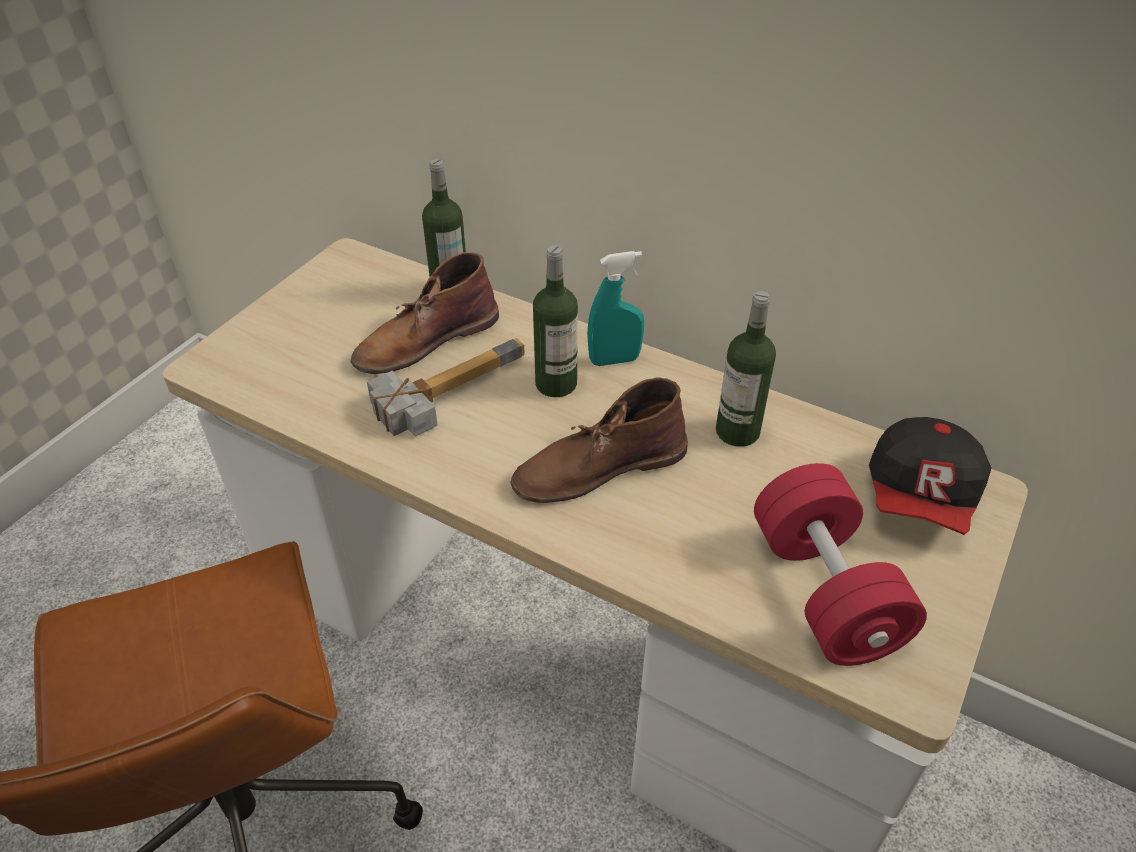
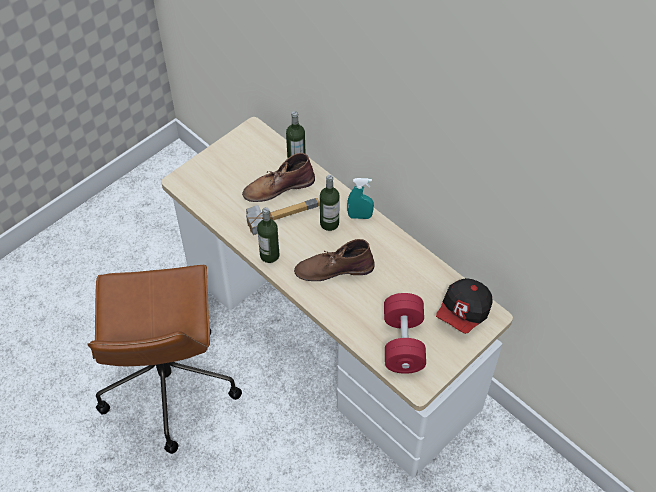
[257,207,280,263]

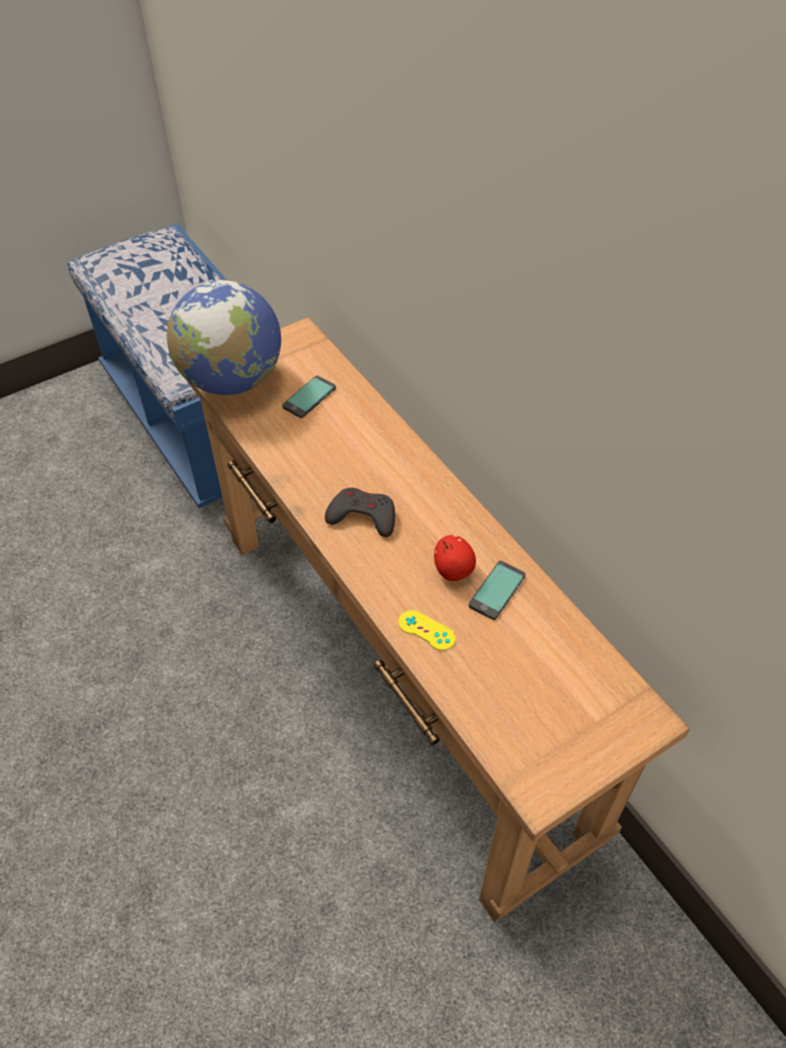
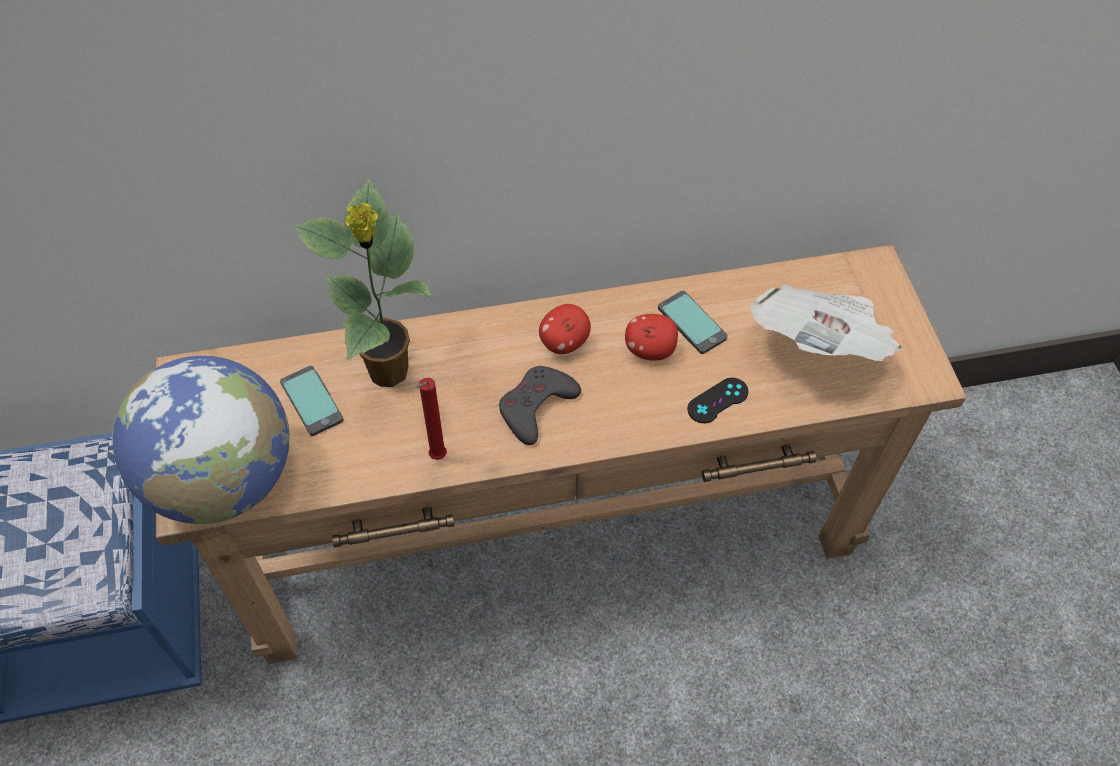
[293,178,434,387]
[416,377,447,460]
[539,304,591,354]
[750,283,902,361]
[687,378,749,423]

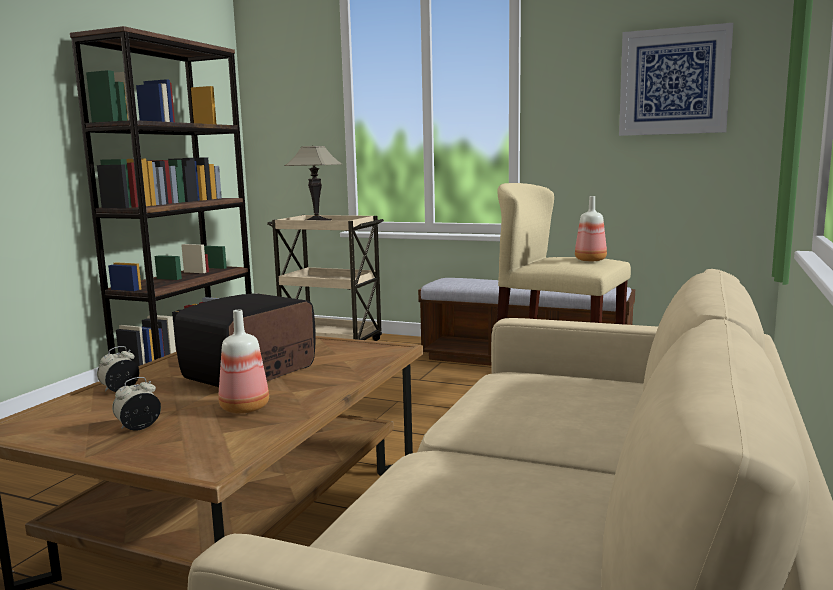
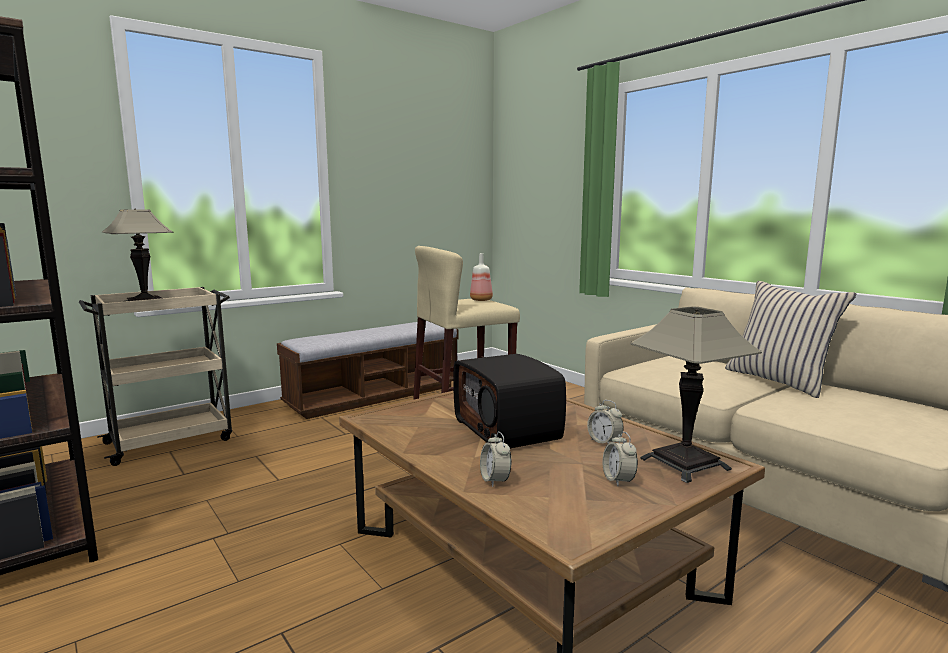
[619,23,733,136] (first image)
[631,306,762,483]
[725,281,857,398]
[587,400,624,443]

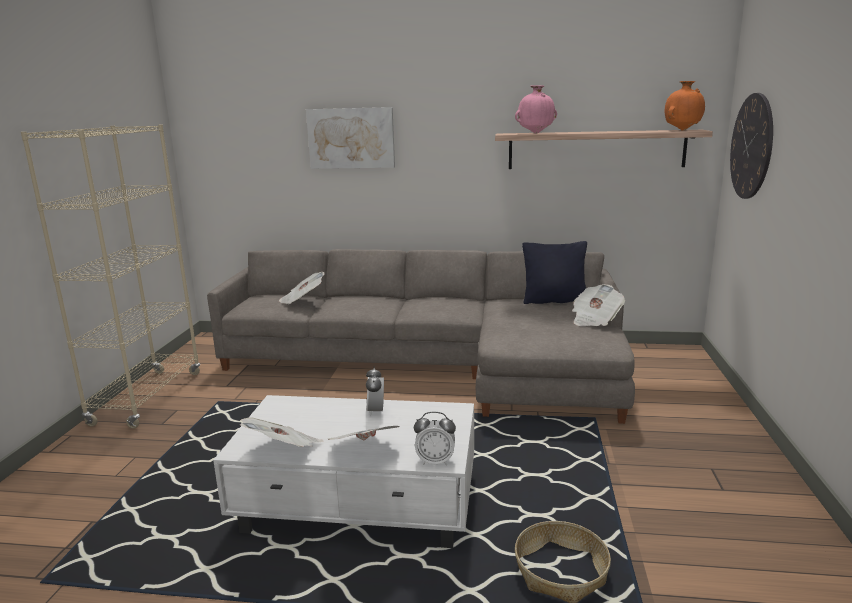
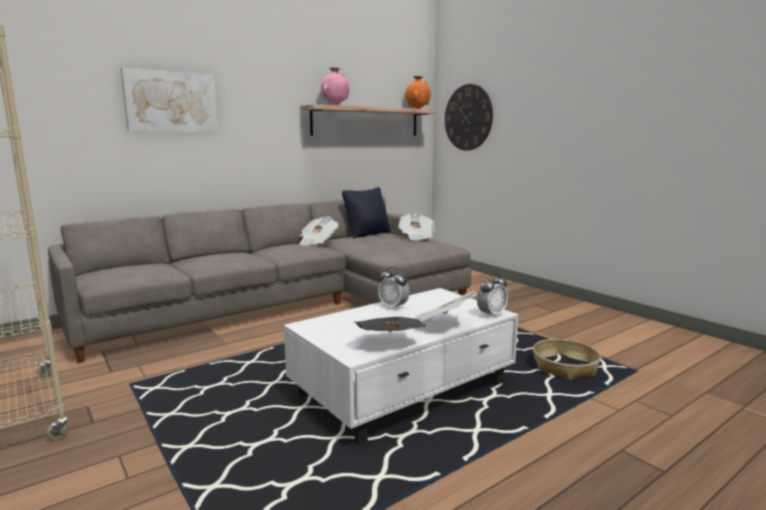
[299,216,338,245]

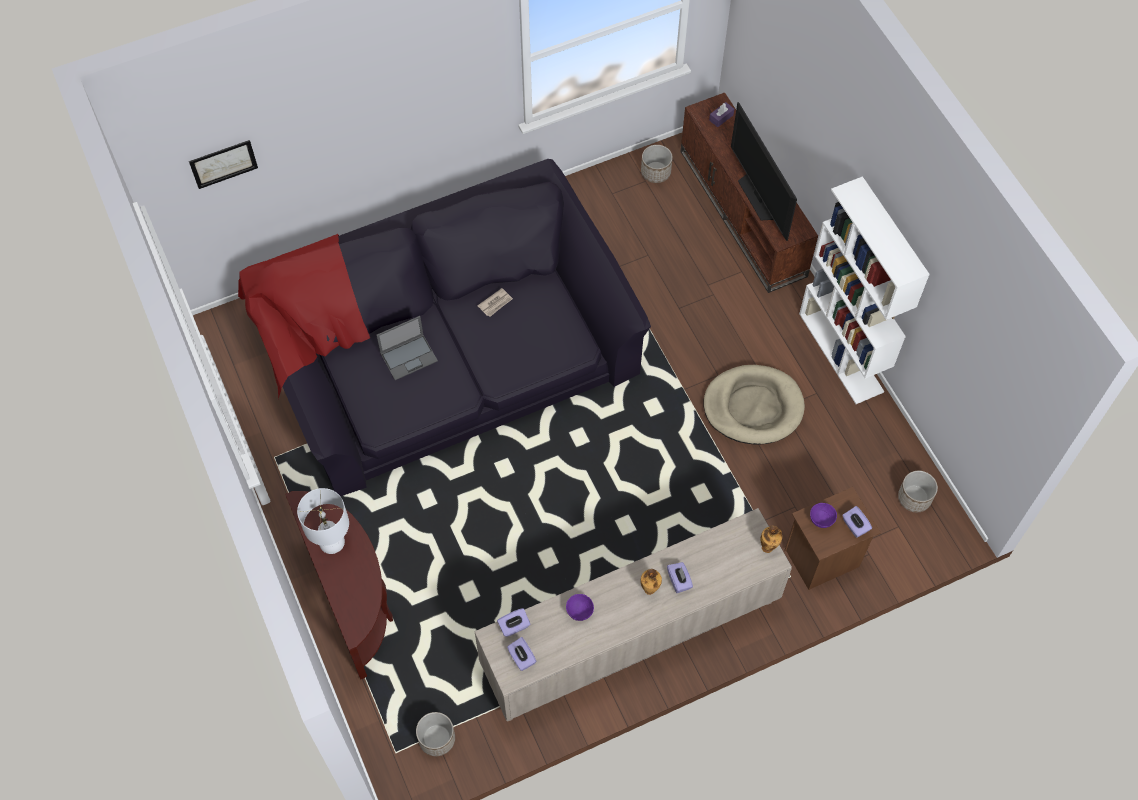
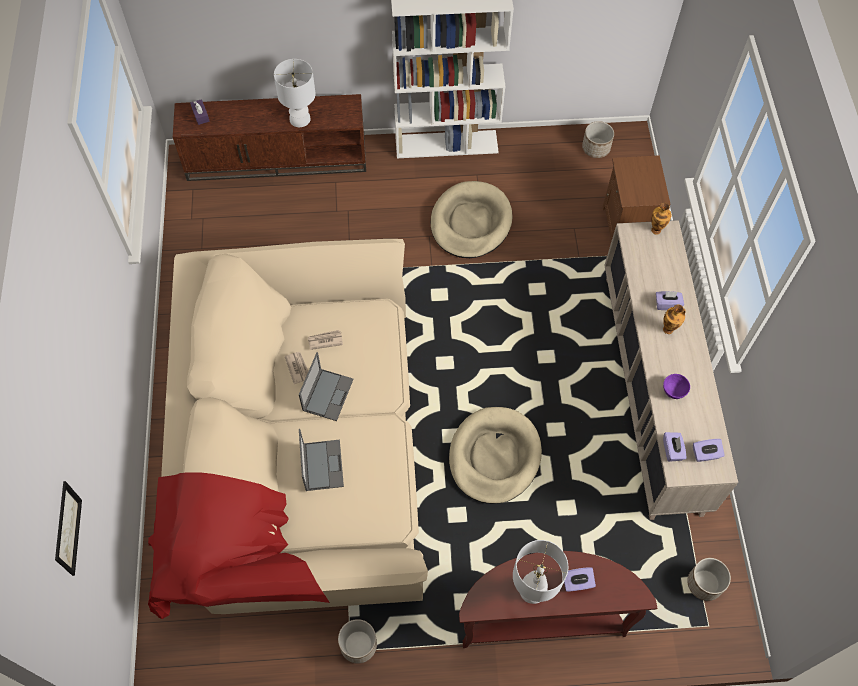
[810,503,837,528] (first image)
[299,352,354,421]
[308,330,343,350]
[449,407,542,504]
[338,619,377,664]
[564,567,596,592]
[274,59,316,127]
[148,239,428,619]

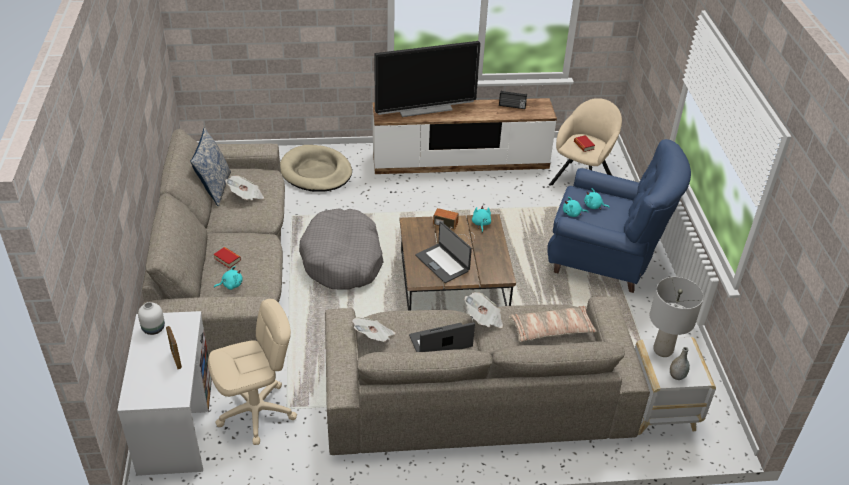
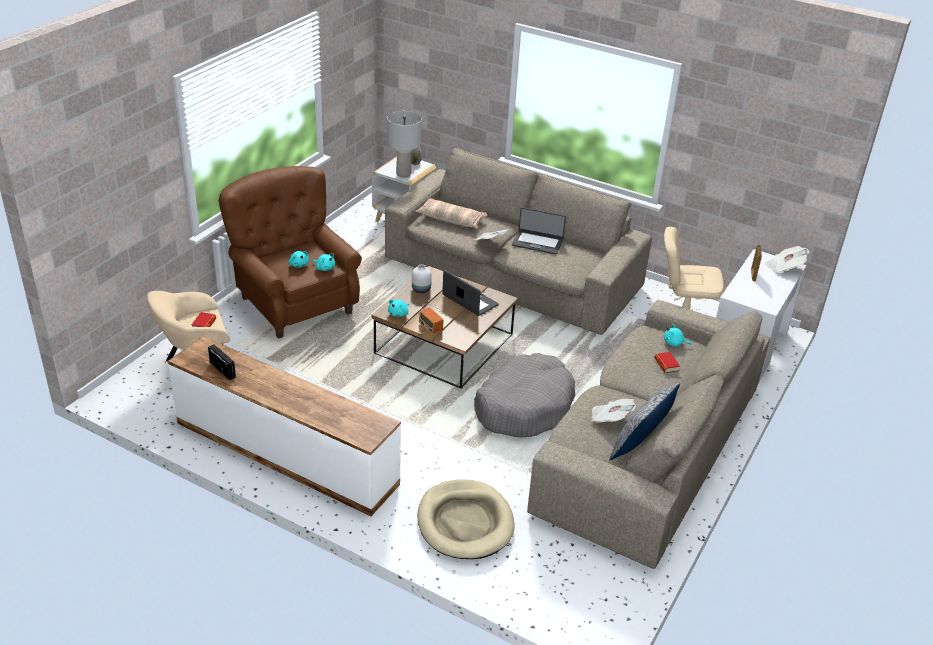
[374,41,481,117] (first image)
[412,264,432,293]
[765,246,810,273]
[219,166,362,338]
[442,270,499,316]

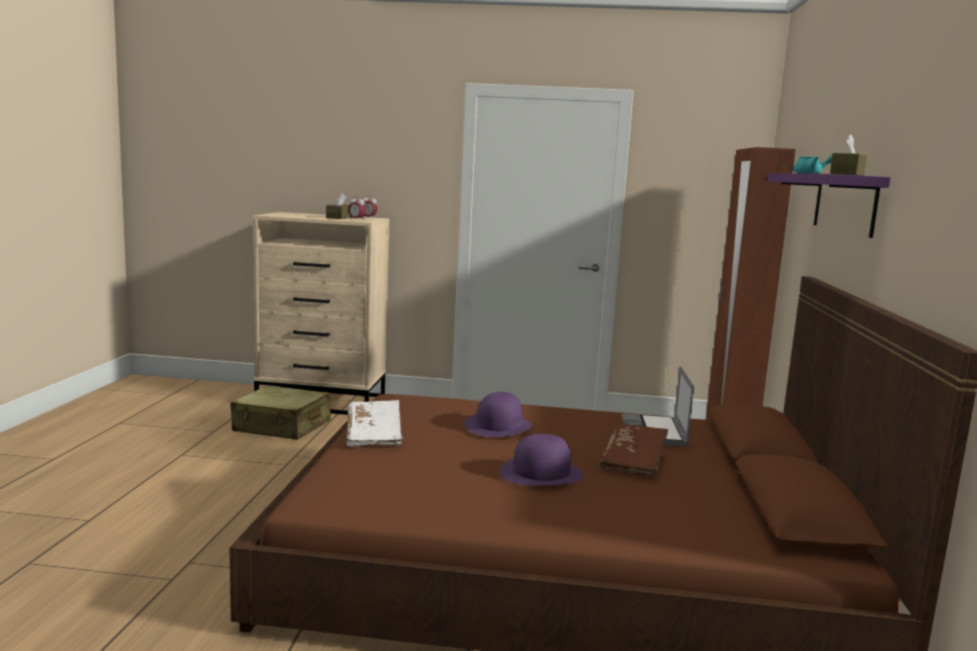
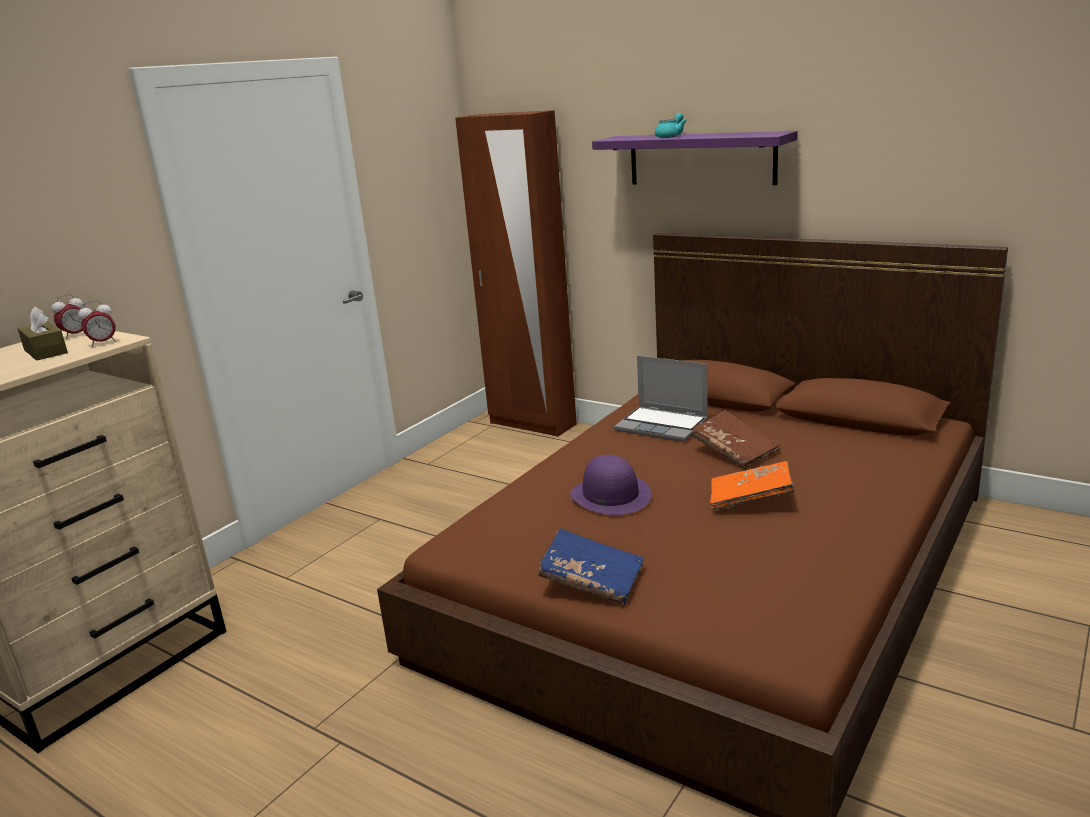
[230,386,330,440] (first image)
[830,135,867,176] (first image)
[710,461,794,511]
[538,528,644,605]

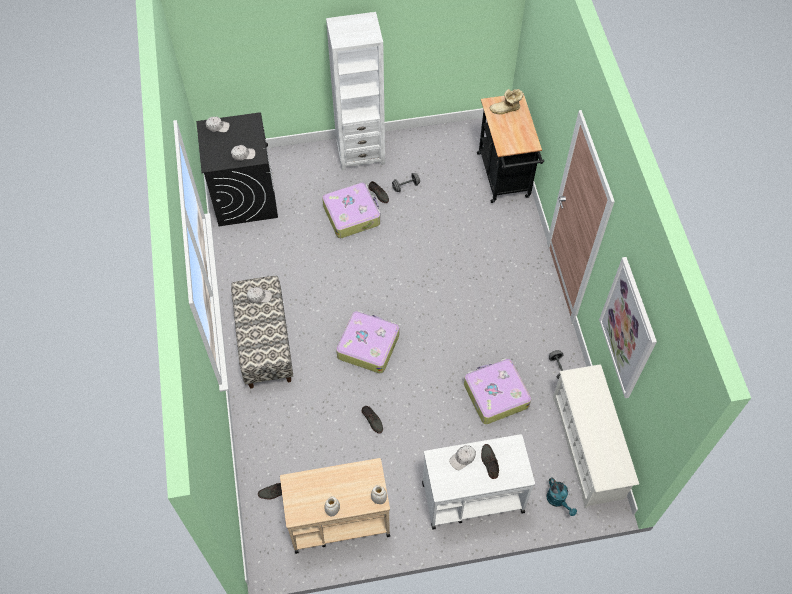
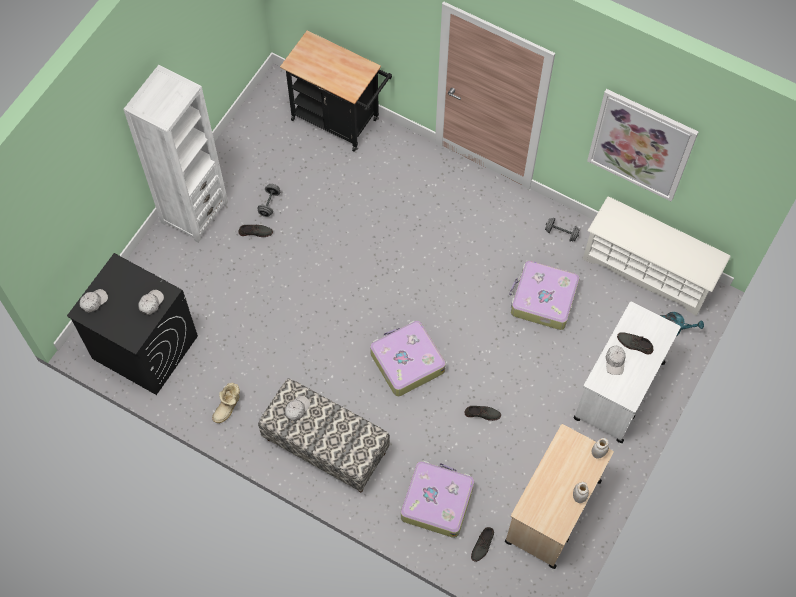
[401,461,474,538]
[212,383,240,423]

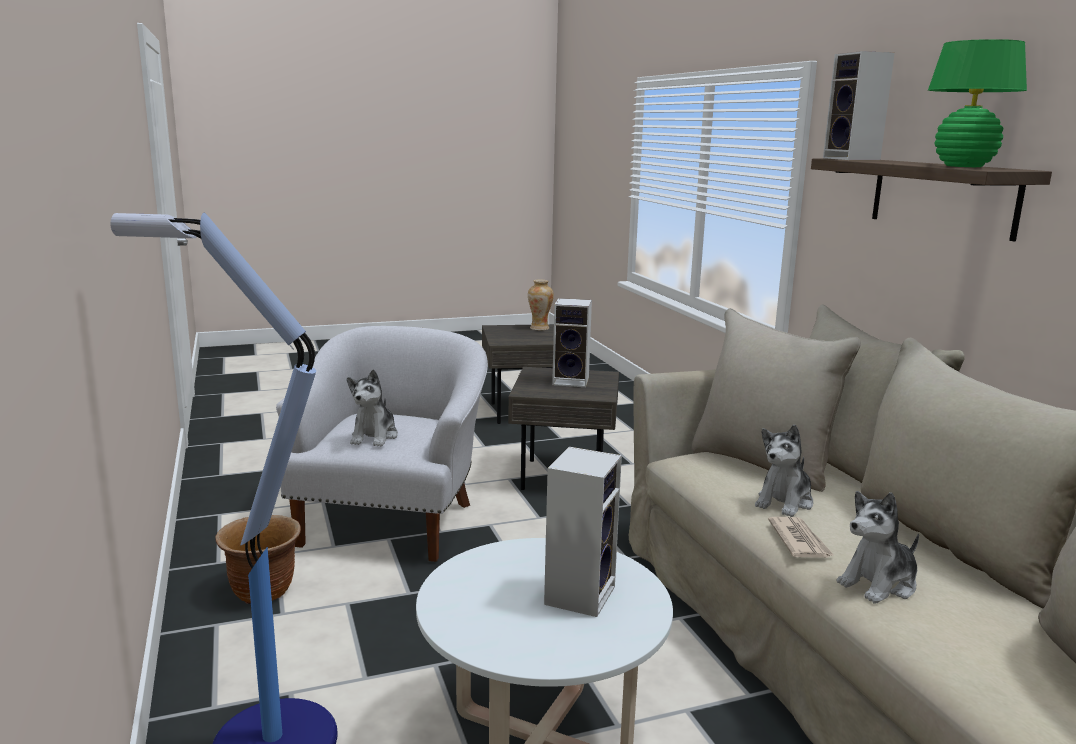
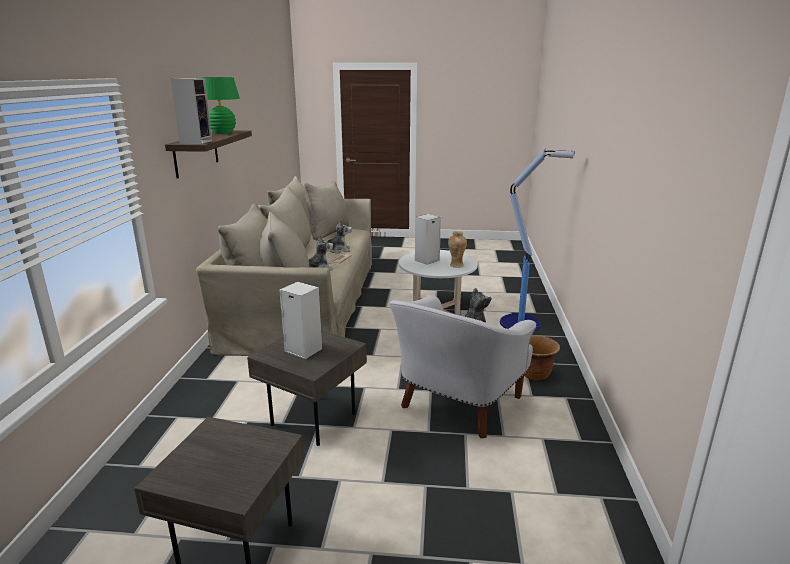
[448,231,467,268]

